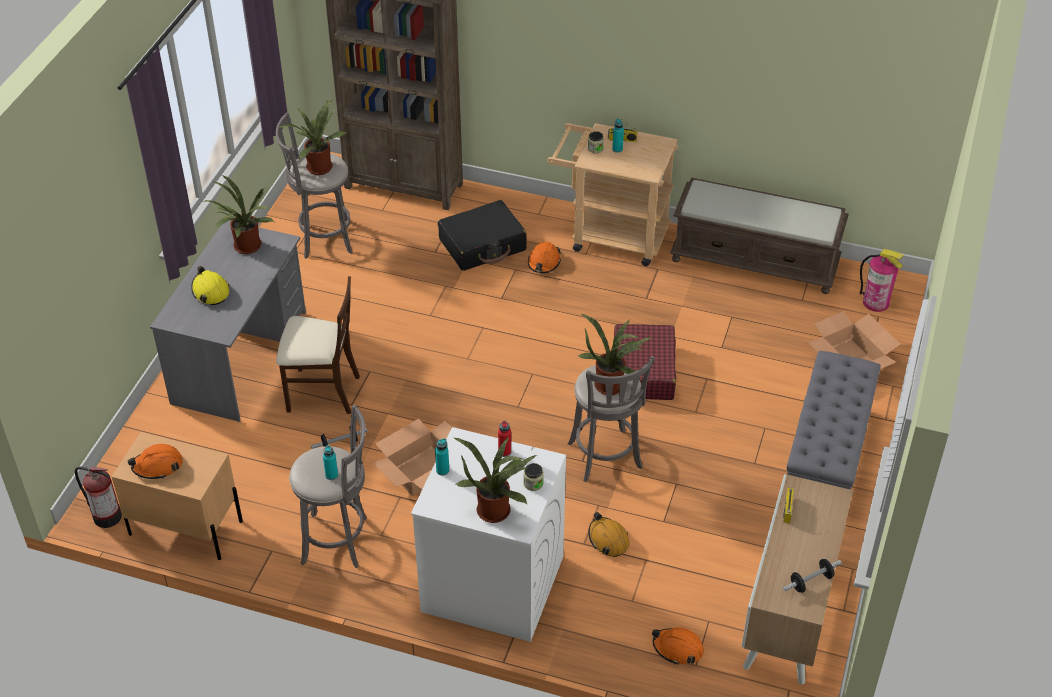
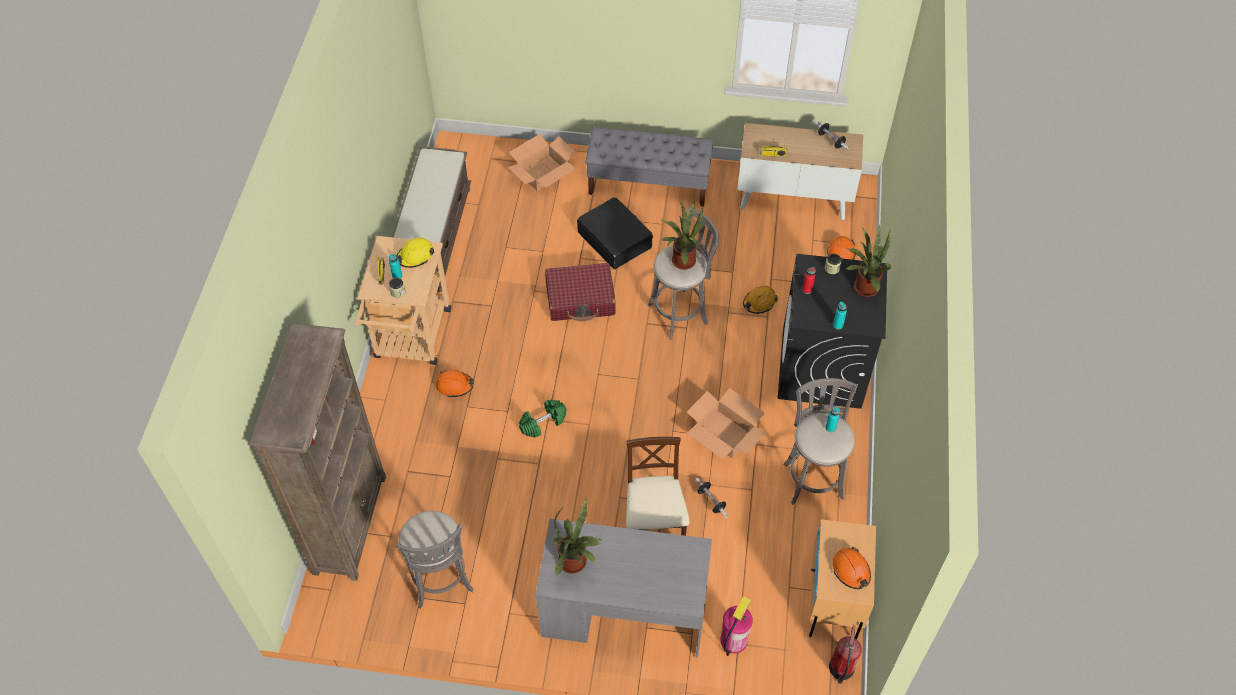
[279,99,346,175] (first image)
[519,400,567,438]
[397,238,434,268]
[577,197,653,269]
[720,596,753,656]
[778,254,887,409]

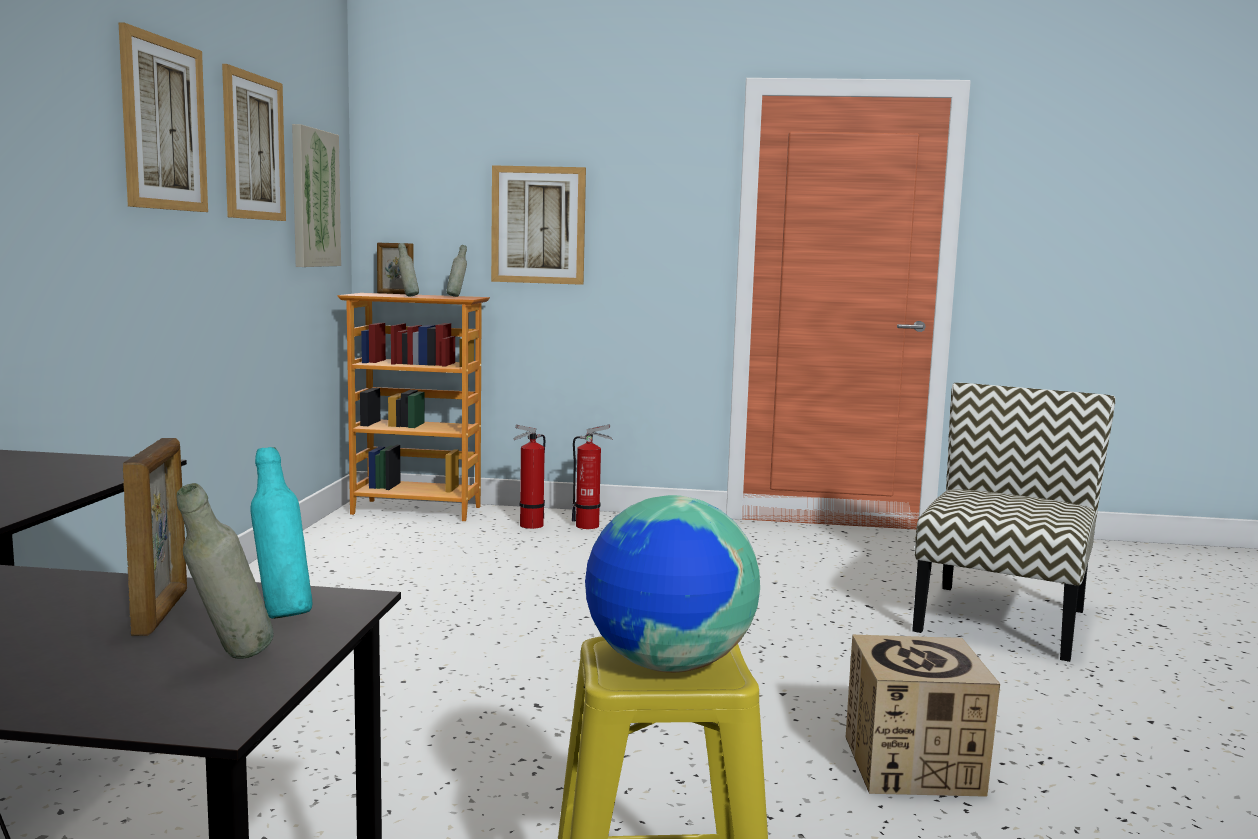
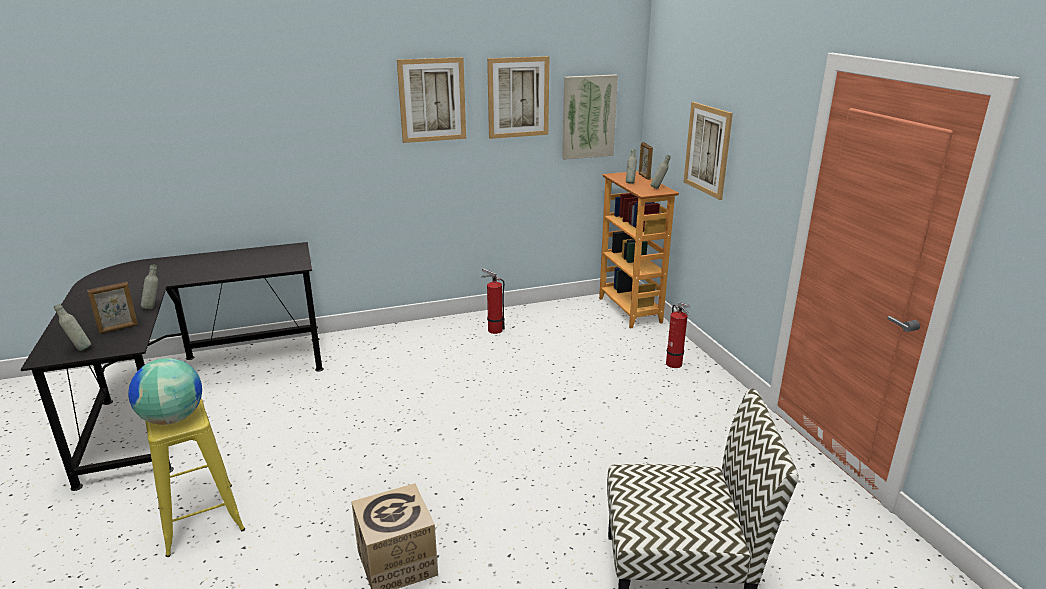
[250,447,312,619] (first image)
[141,264,158,309]
[481,268,505,334]

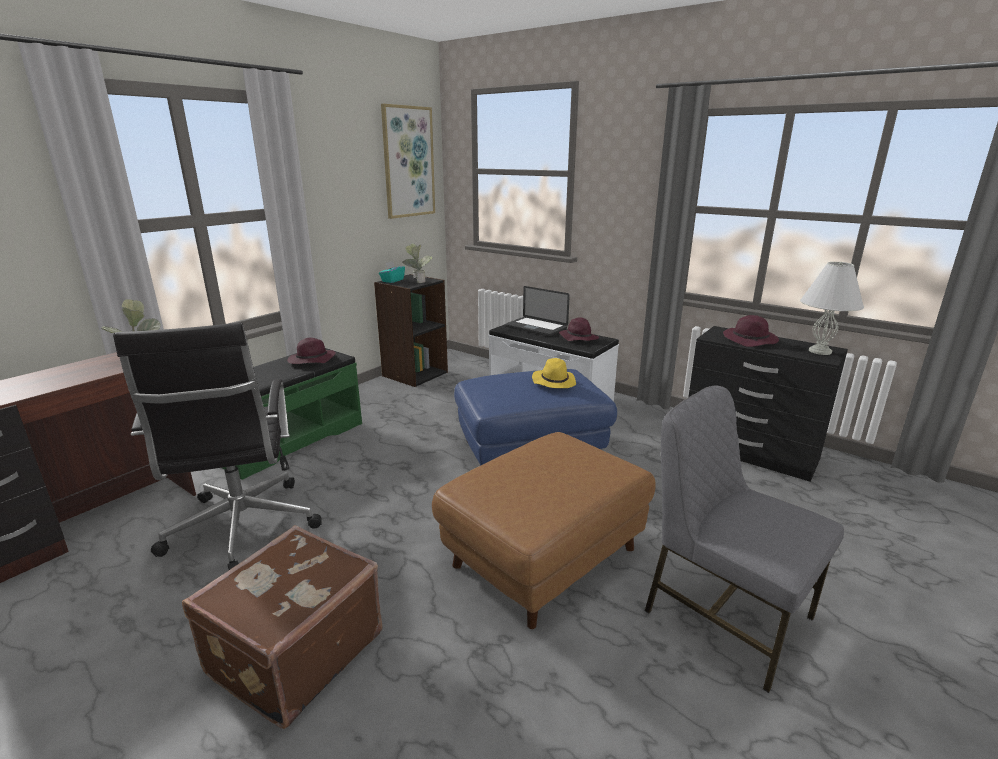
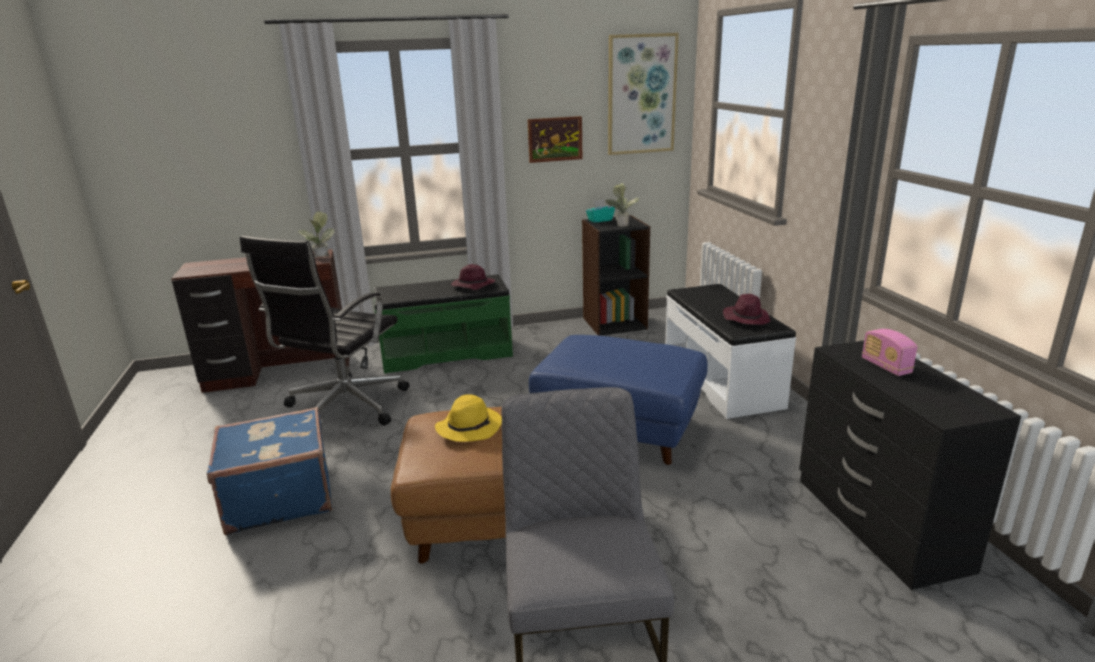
[505,286,570,336] (first image)
[800,262,864,355] (first image)
[528,116,582,163]
[435,394,502,442]
[862,329,918,376]
[207,407,333,535]

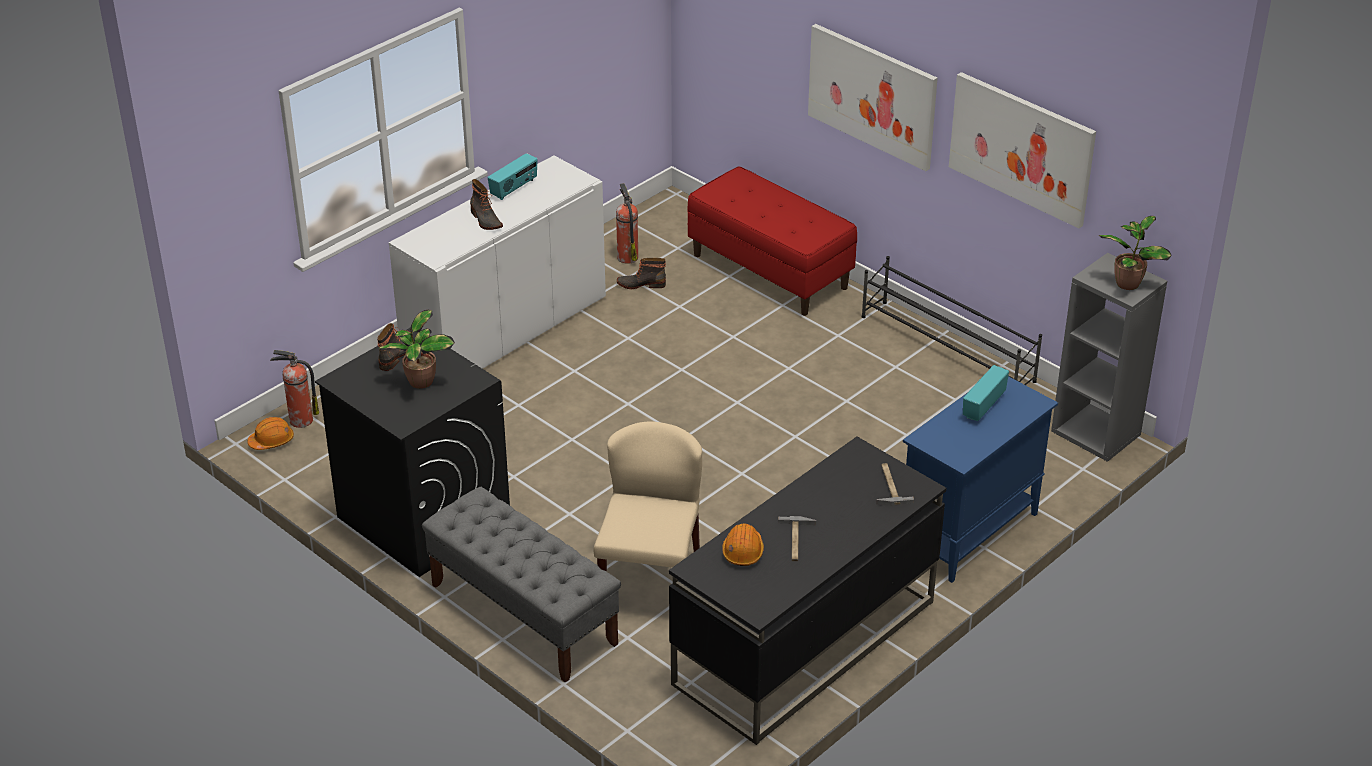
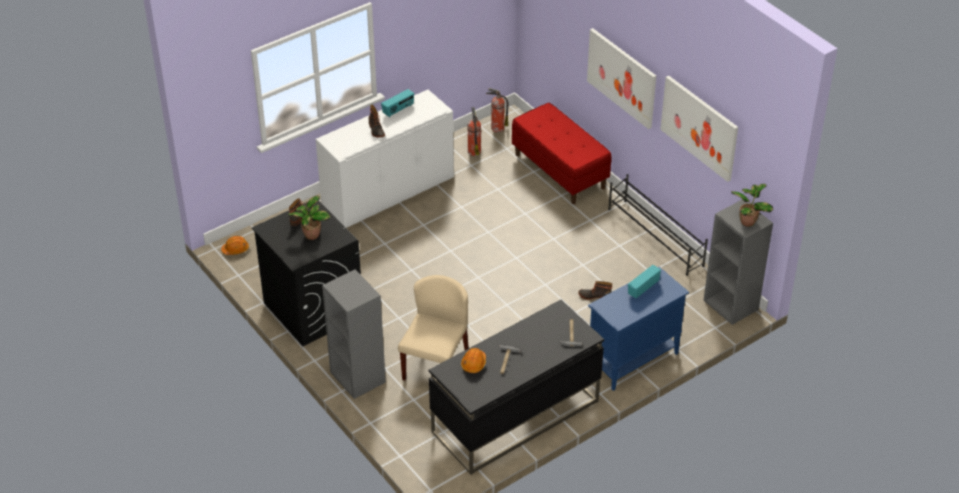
[486,88,508,132]
[578,281,612,300]
[322,270,386,399]

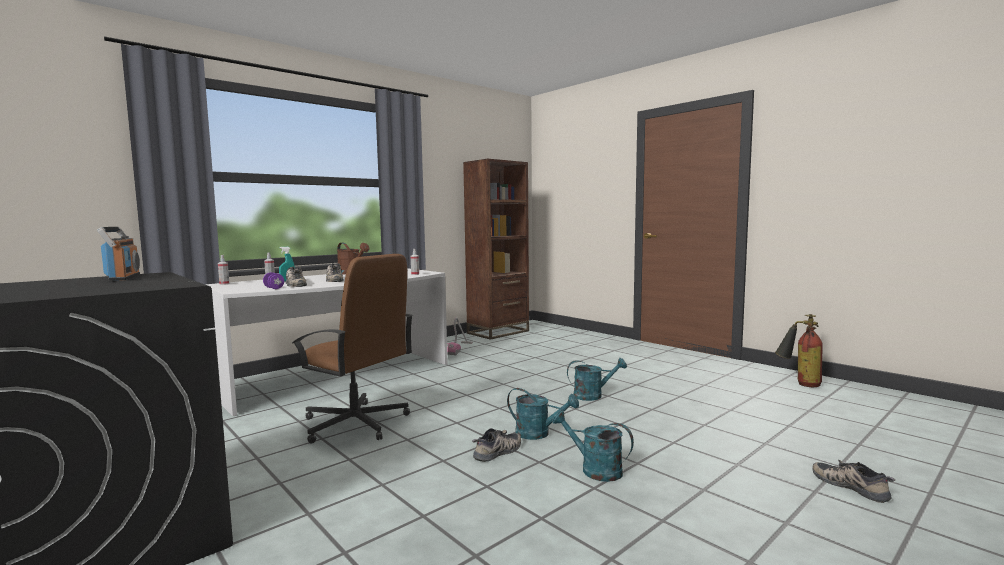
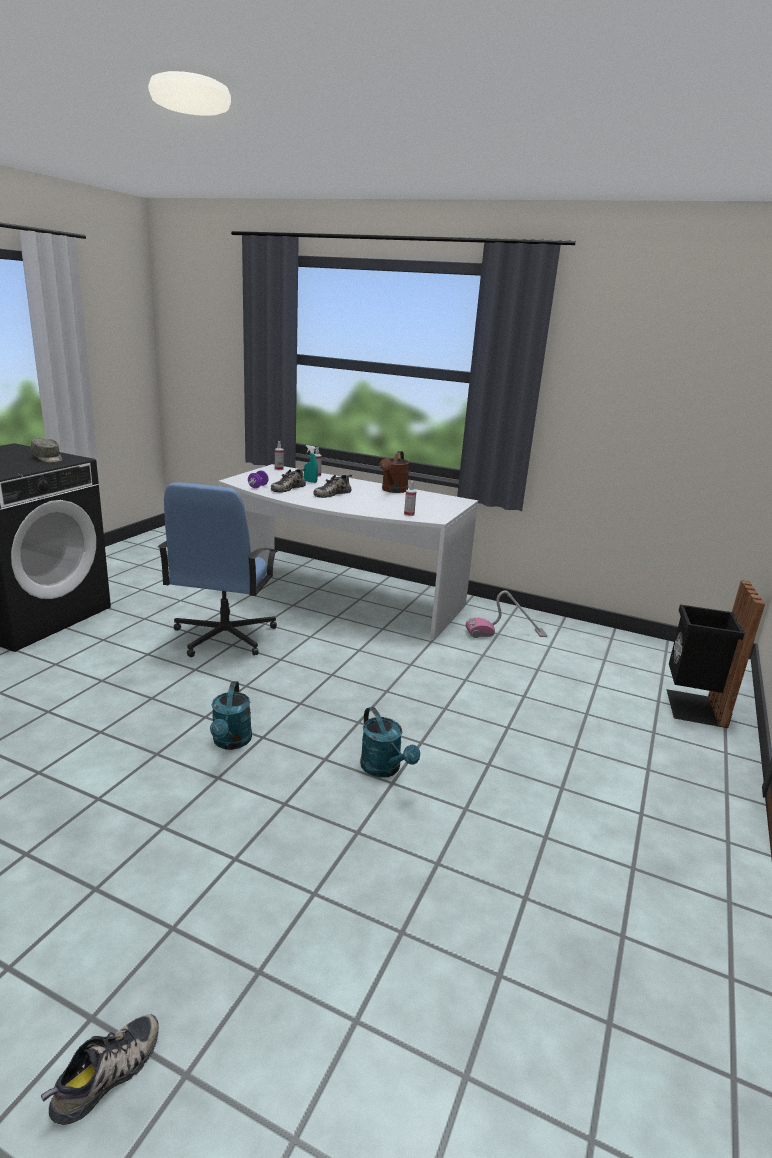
[463,159,529,340] (first image)
[472,428,521,462] (first image)
[552,410,634,482] (first image)
[775,314,823,387] (first image)
[666,580,765,728]
[31,438,62,463]
[158,482,277,657]

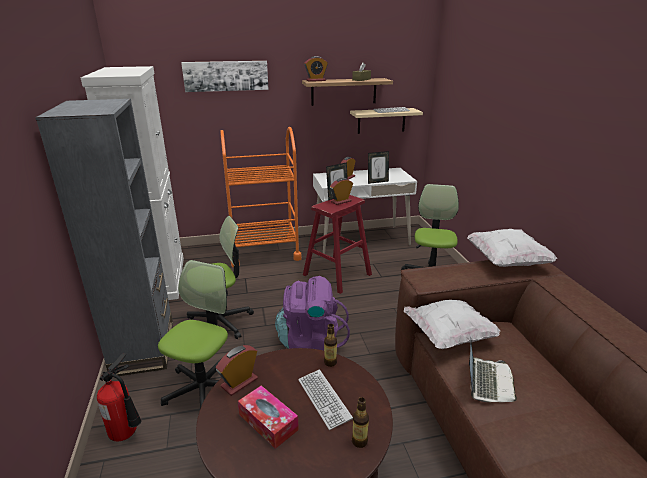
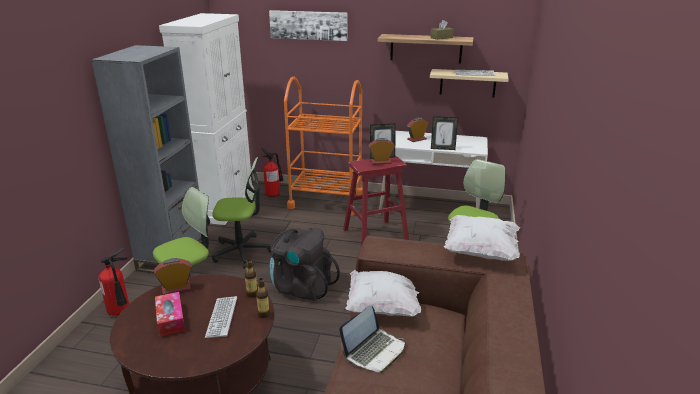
[304,56,328,82] (first image)
[262,148,283,197]
[256,278,270,318]
[270,227,340,301]

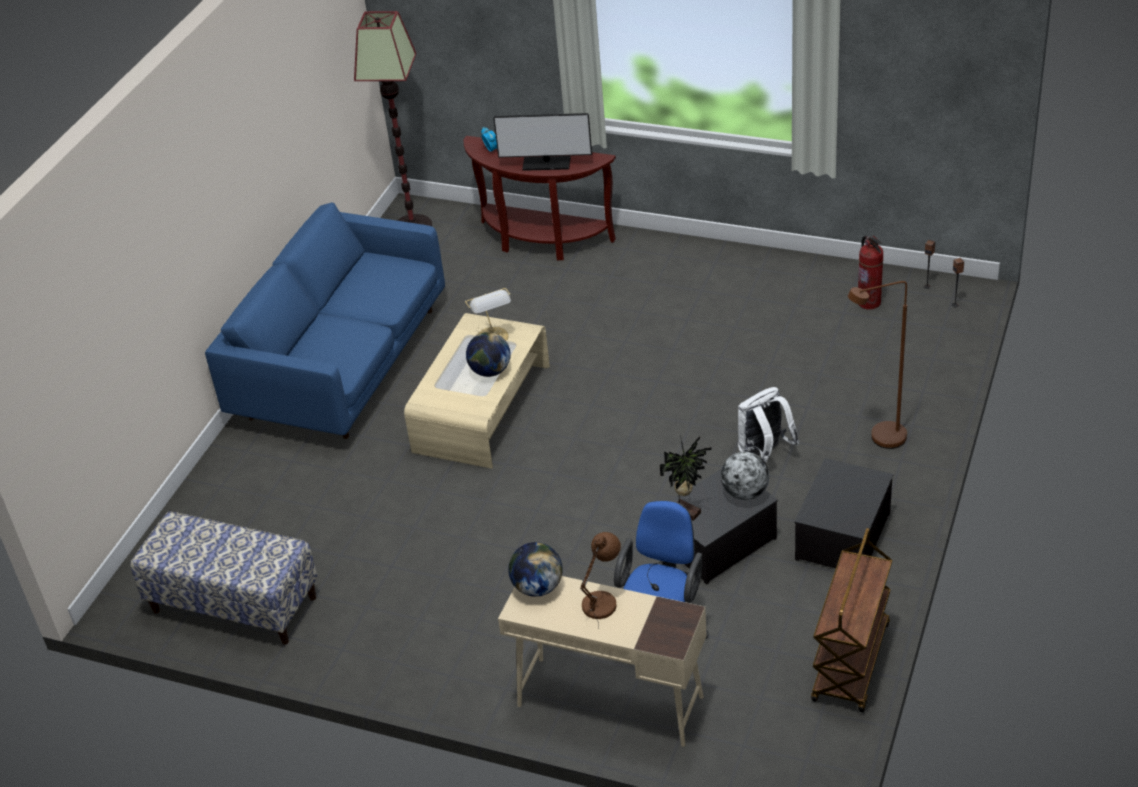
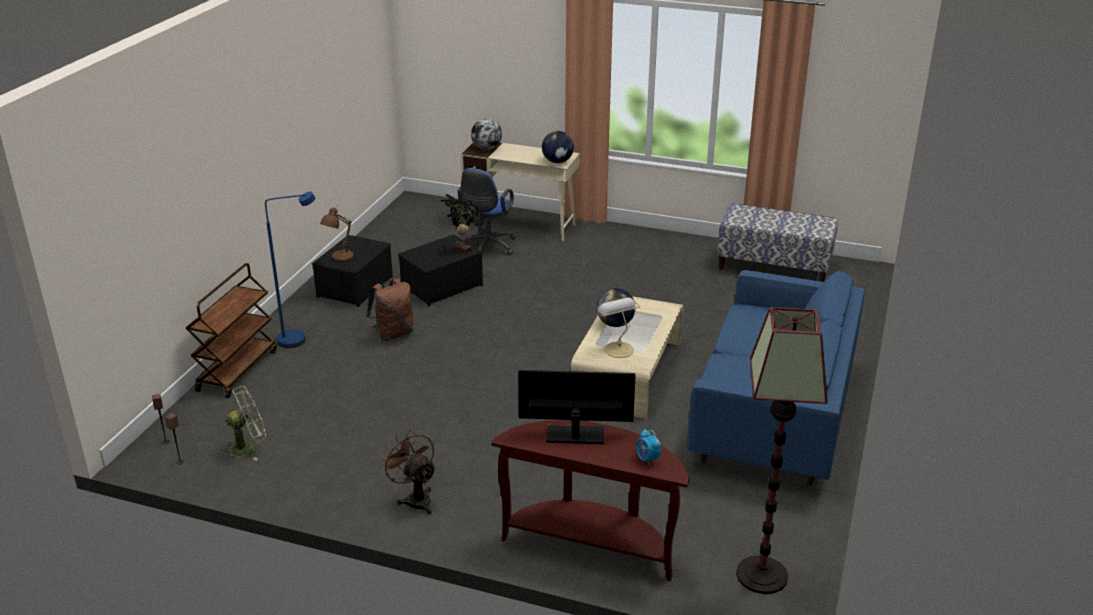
[380,429,436,515]
[320,206,354,262]
[471,118,502,150]
[186,263,277,398]
[219,386,266,461]
[366,278,414,341]
[265,192,315,348]

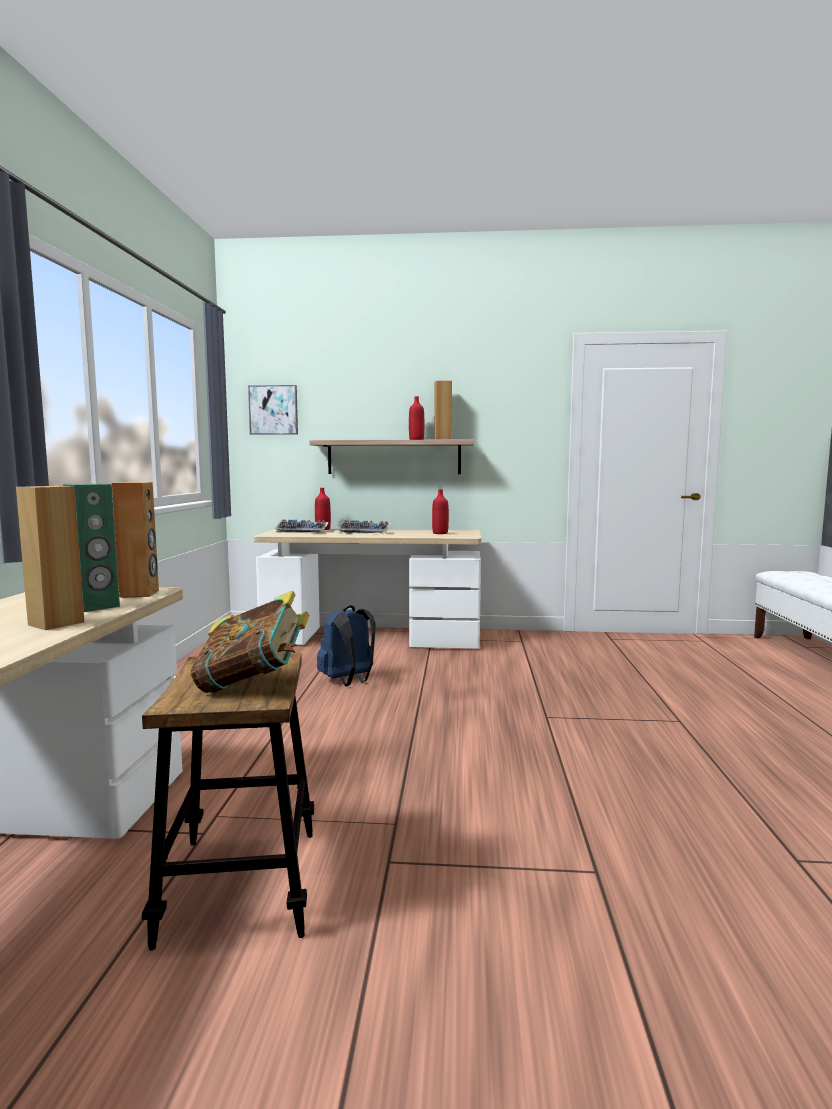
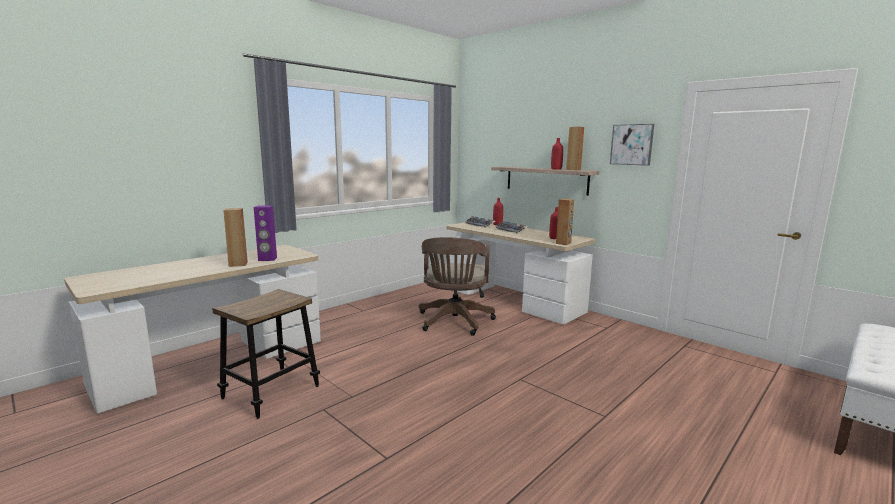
[190,591,309,693] (first image)
[556,199,574,245]
[610,124,654,166]
[419,237,496,336]
[254,205,277,261]

